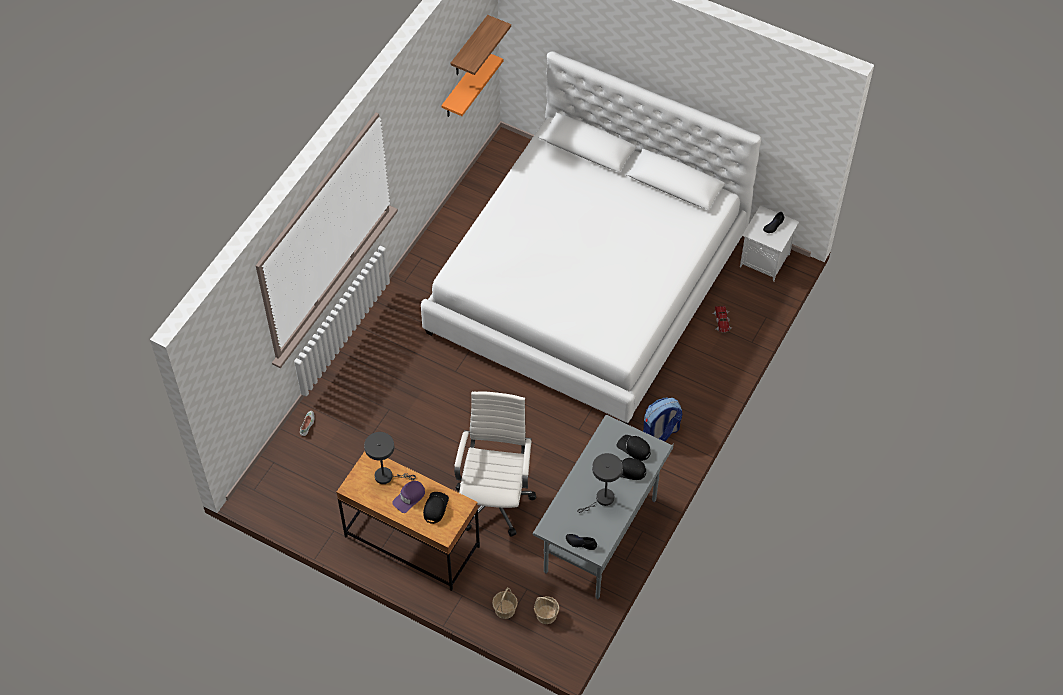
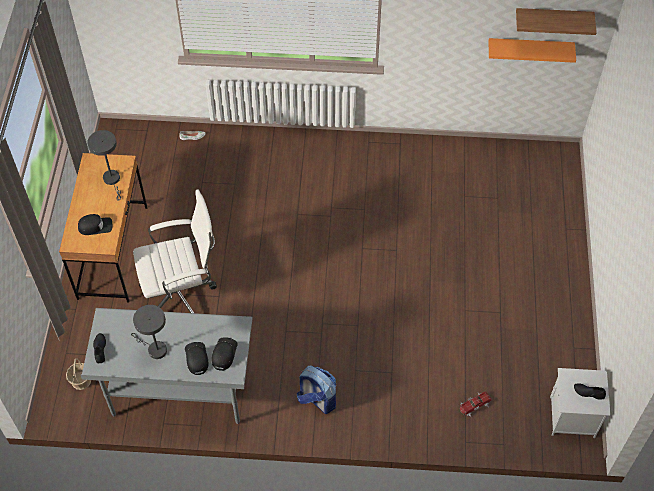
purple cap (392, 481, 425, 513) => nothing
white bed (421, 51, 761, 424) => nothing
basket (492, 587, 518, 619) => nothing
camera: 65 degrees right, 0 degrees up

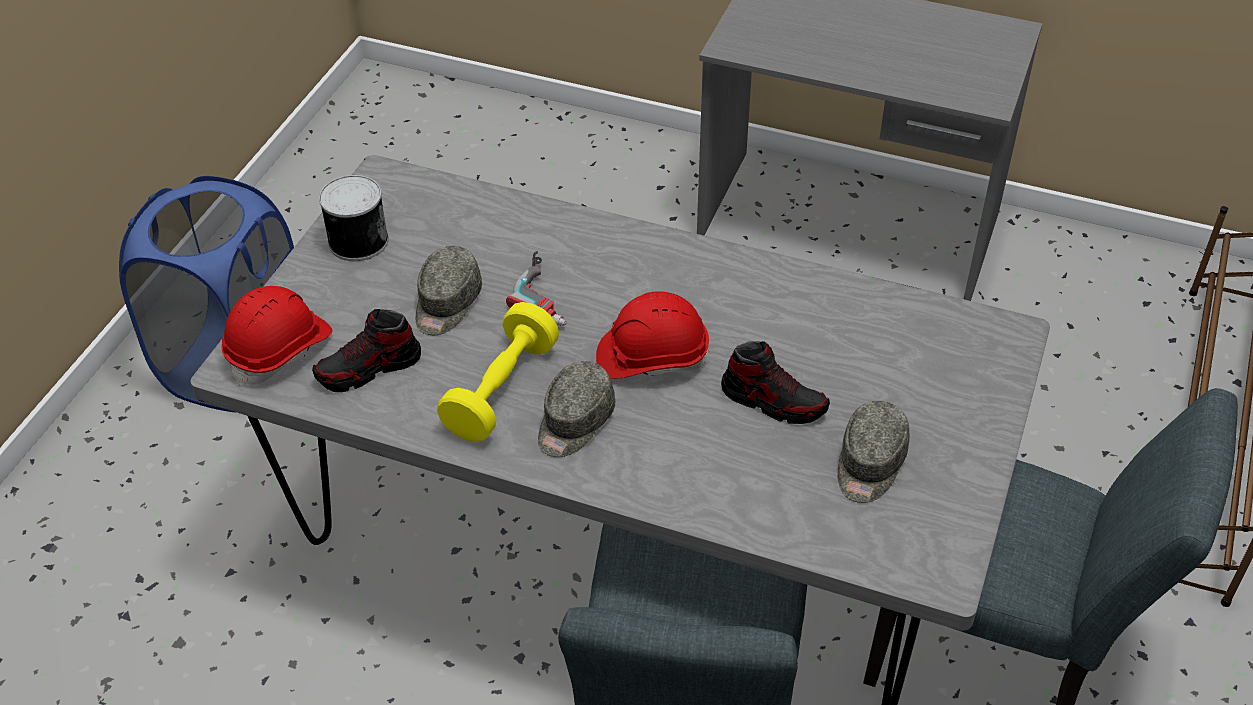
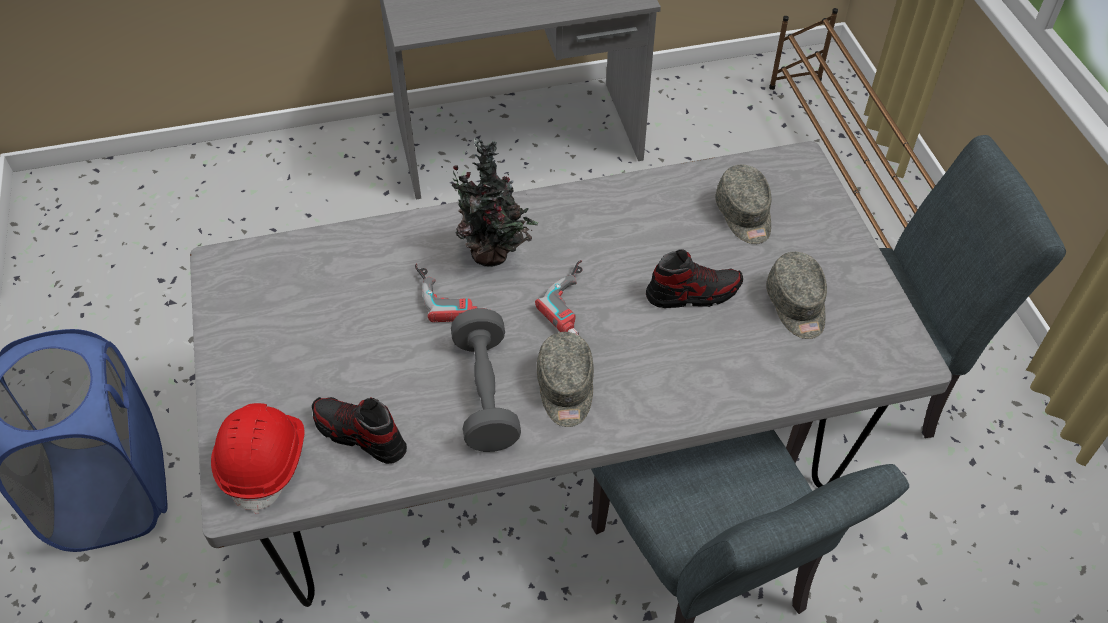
shoe (312, 309, 421, 392) => shoe (312, 397, 407, 464), 90 degrees clockwise
can (319, 175, 389, 261) => nothing
grey cap (416, 246, 482, 335) => grey cap (715, 164, 771, 244), shifted
yellow dumbbell (437, 302, 559, 442) => grey dumbbell (451, 308, 521, 452)
red hard hat (596, 291, 709, 379) => power drill (535, 260, 583, 335)
nothing => potted plant (442, 137, 538, 267)
camera: 35 degrees left, 5 degrees up

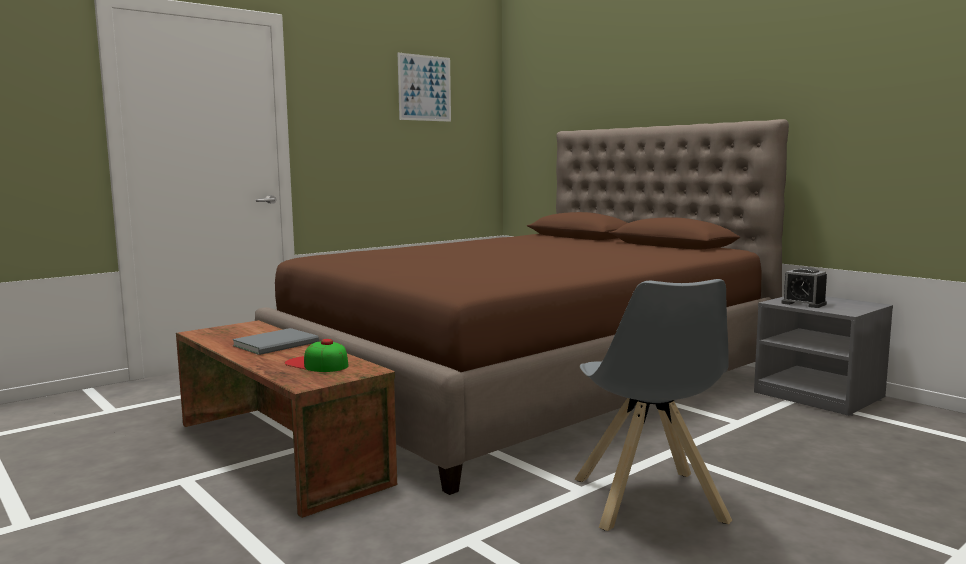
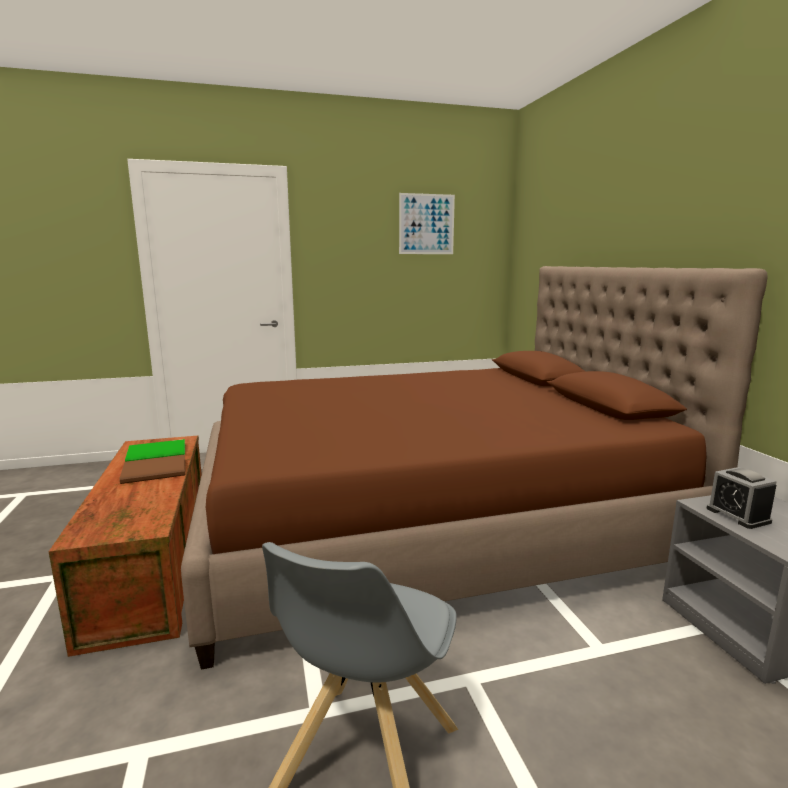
grey book (232, 328, 319, 355) => brown book (120, 454, 186, 484)
cap (285, 339, 349, 372) => nothing
nothing => green book (125, 439, 185, 462)
camera: 25 degrees right, 5 degrees up

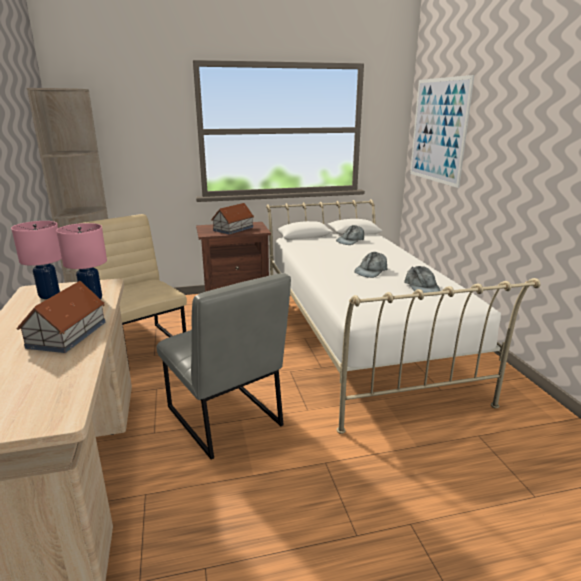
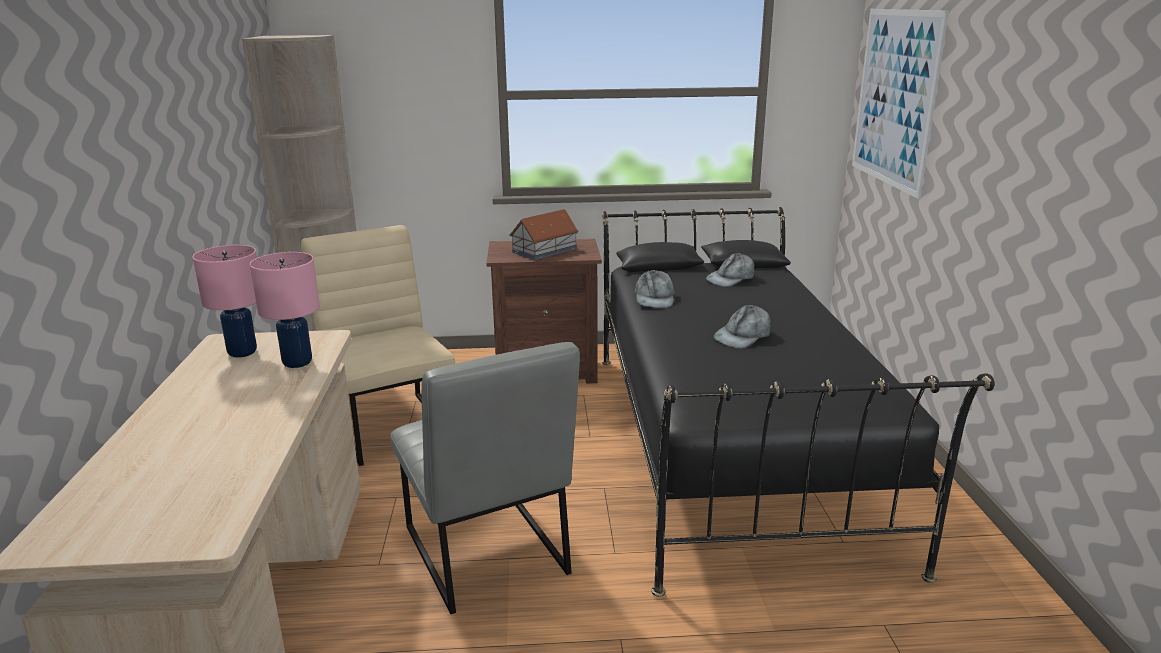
toy house (17, 281, 106, 353) => nothing
white bed (266, 199, 541, 434) => black bed (602, 207, 995, 597)
grey cap (404, 266, 440, 293) => grey cap (634, 270, 675, 308), shifted
camera: 10 degrees right, 0 degrees up

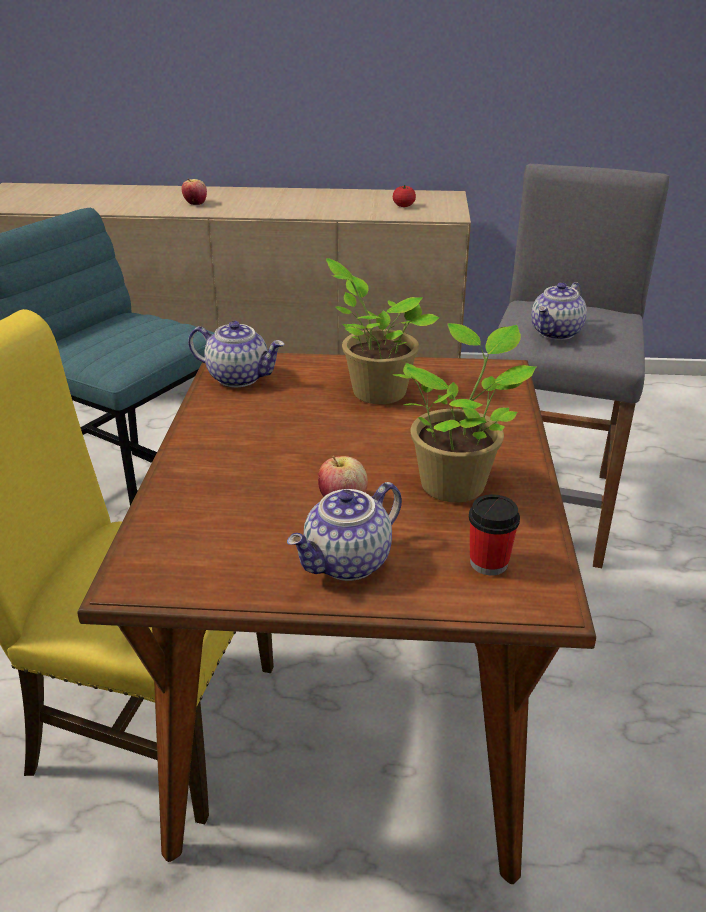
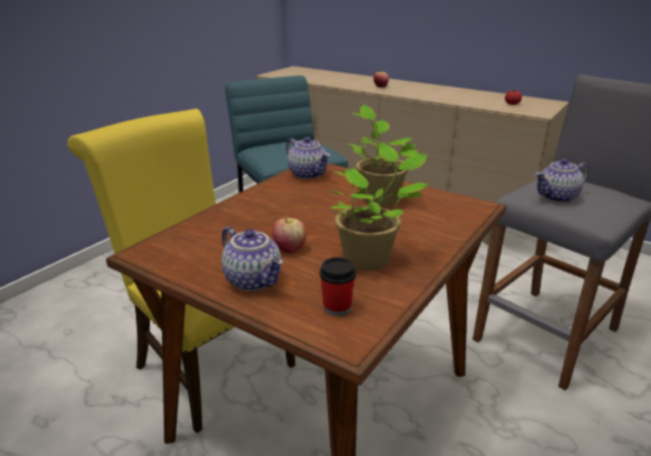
teapot (287, 482, 402, 581) => teapot (221, 226, 283, 291), 120 degrees counterclockwise
camera: 30 degrees right, 5 degrees down

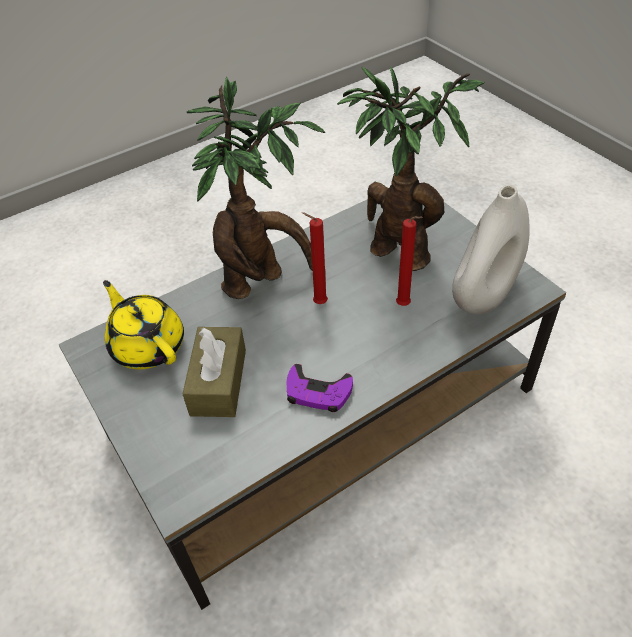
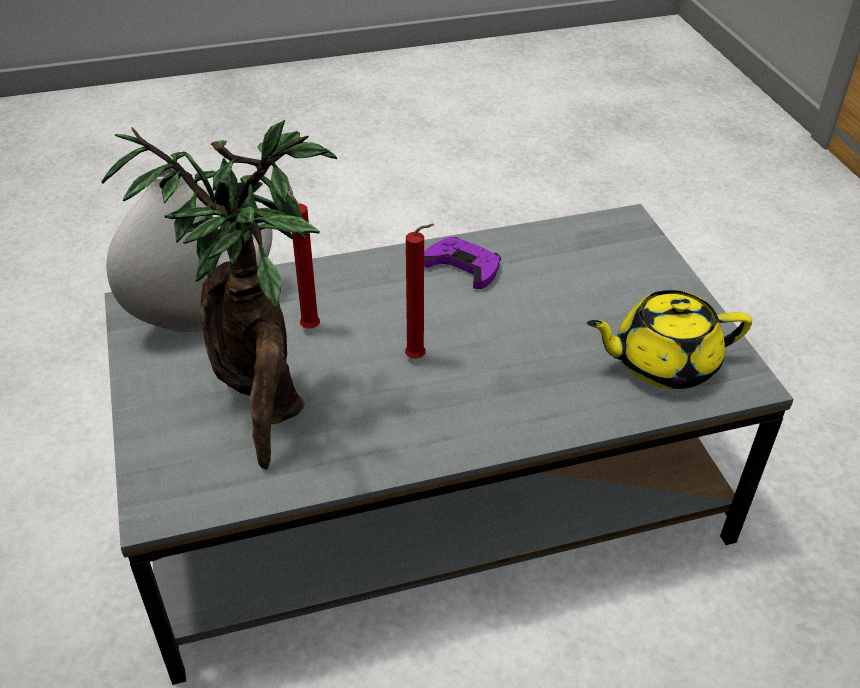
yellow teapot (103, 280, 184, 369) => yellow teapot (587, 290, 752, 389), 105 degrees clockwise
brown tissue box (183, 327, 246, 417) => nothing
potted plant (187, 77, 325, 299) => nothing
camera: 165 degrees left, 5 degrees down

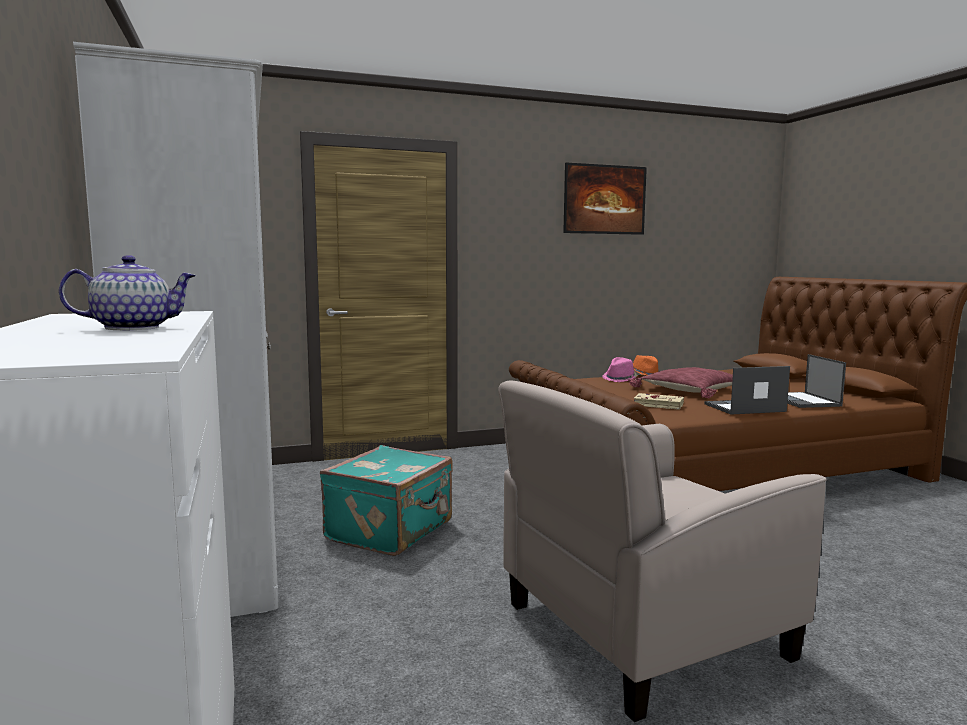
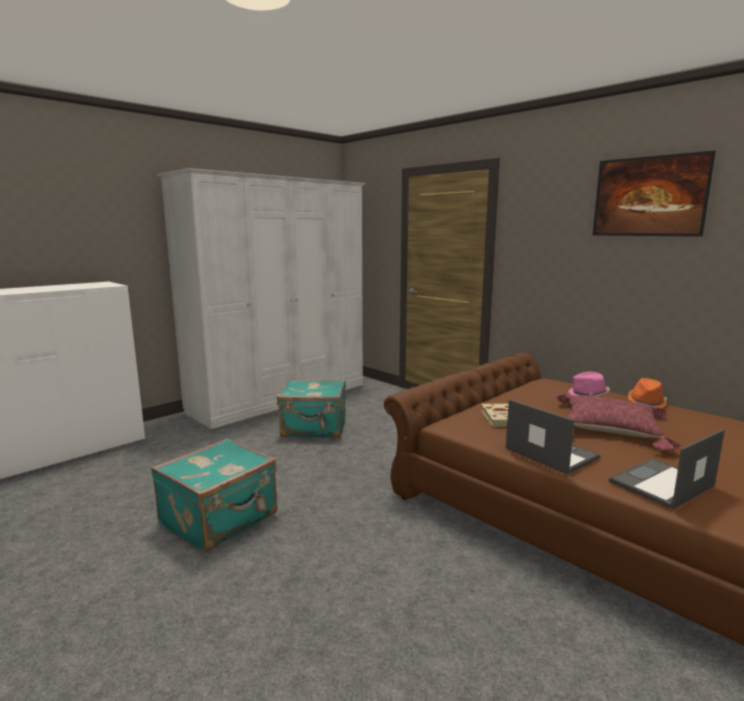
teapot (59, 255, 196, 330) => nothing
beige armchair (498, 380, 827, 722) => turquoise suitcase (151, 438, 278, 553)
camera: 65 degrees right, 5 degrees up

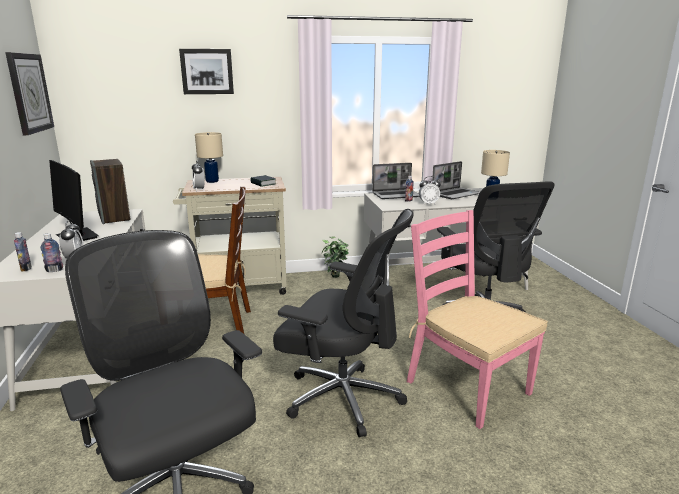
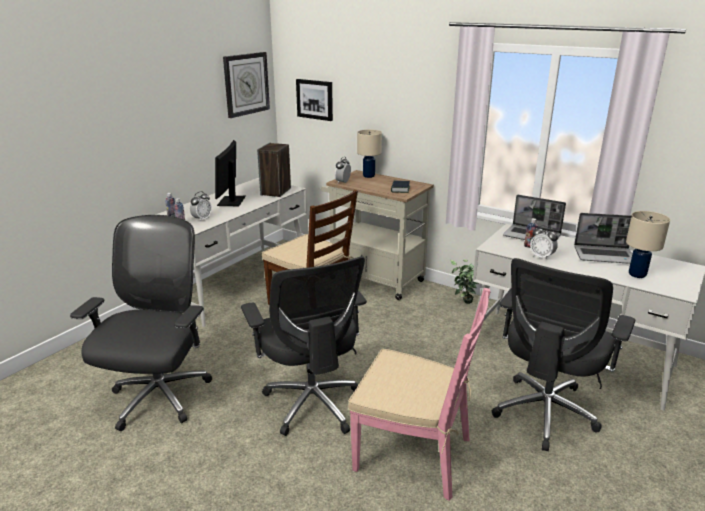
picture (179, 49, 234, 94) => picture (296, 79, 333, 121), shifted
pink chair (407, 210, 548, 429) => pink chair (348, 288, 491, 501), 105 degrees clockwise
camera: 45 degrees right, 5 degrees up

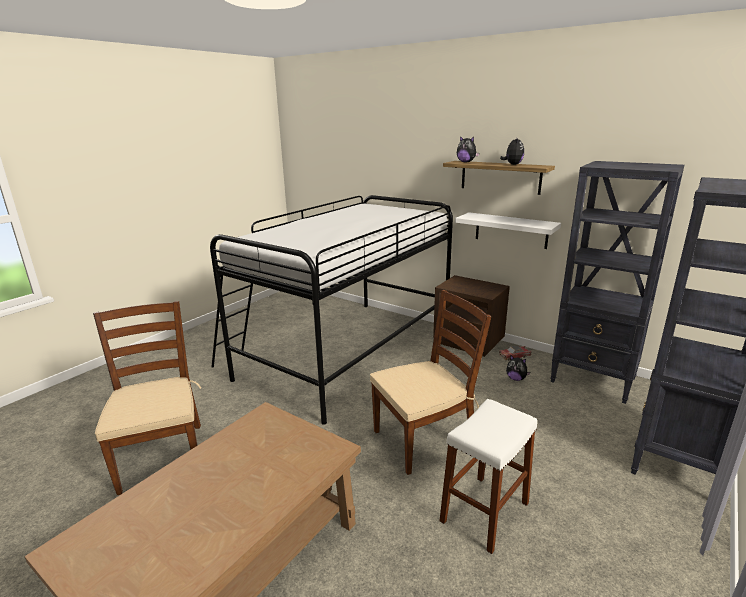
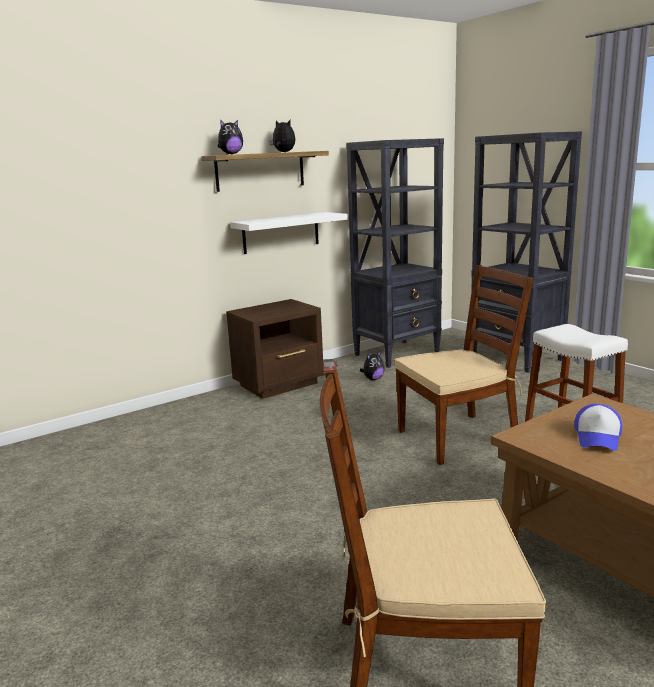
black bed (210, 195, 453, 425) => nothing
brown chair (370, 290, 491, 475) => brown chair (395, 265, 533, 465), 75 degrees clockwise
nothing => cap (574, 404, 623, 451)
camera: 70 degrees left, 5 degrees down

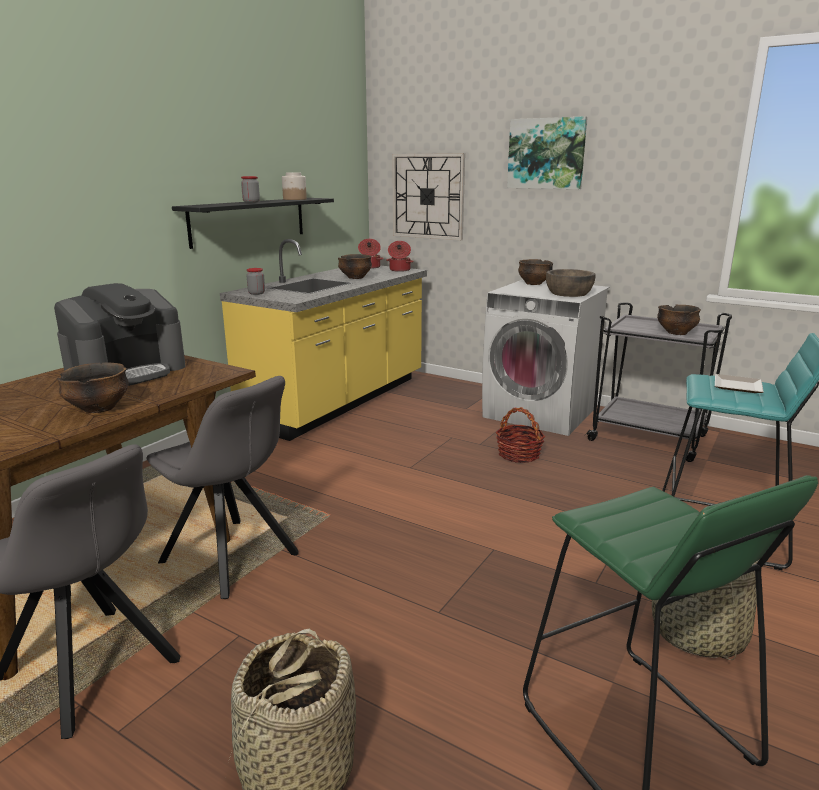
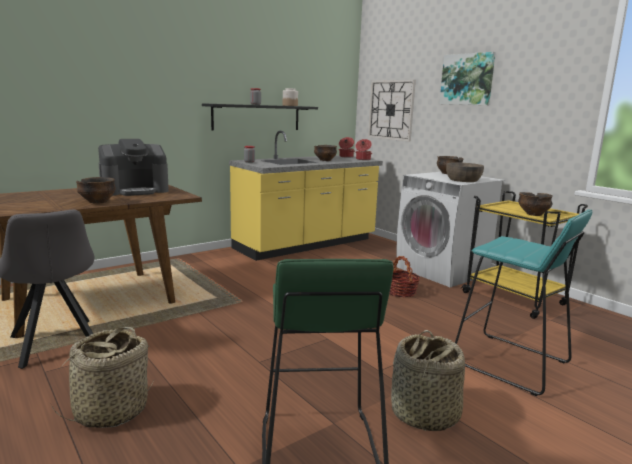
grey chair (146, 376, 299, 599) => nothing
grey cart (584, 303, 732, 462) => yellow cart (461, 191, 588, 319)
plate (715, 374, 764, 393) => nothing
camera: 20 degrees right, 5 degrees down

